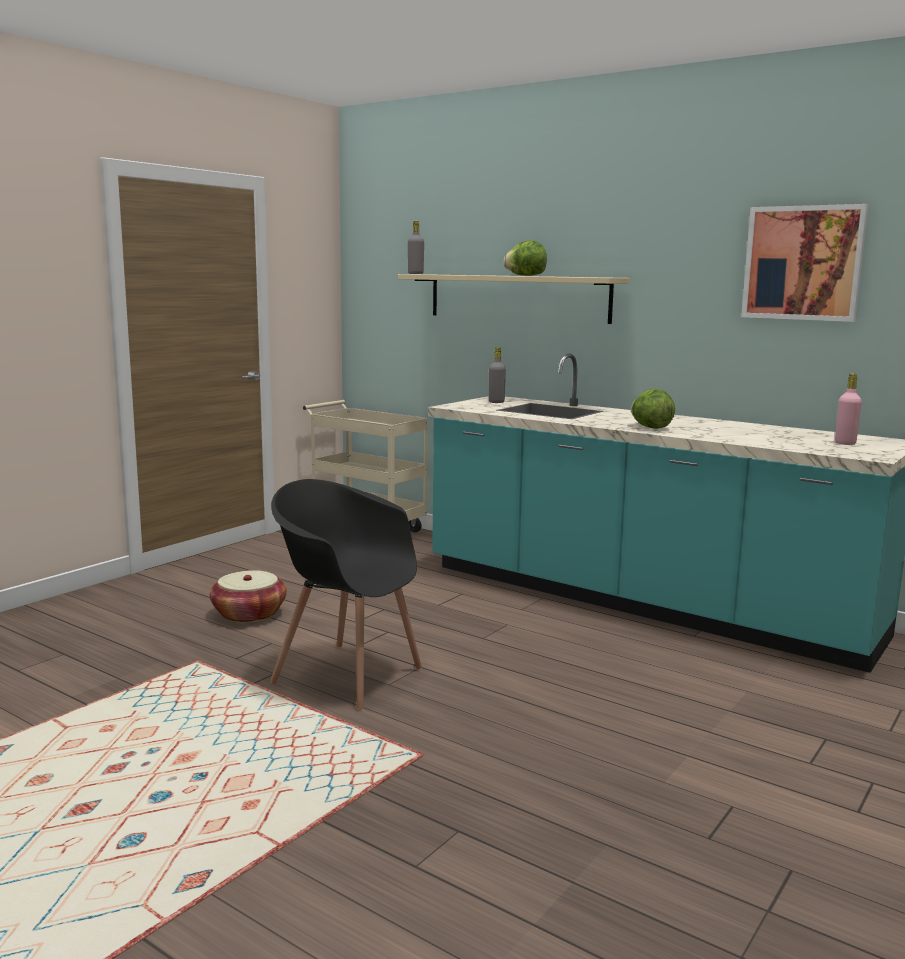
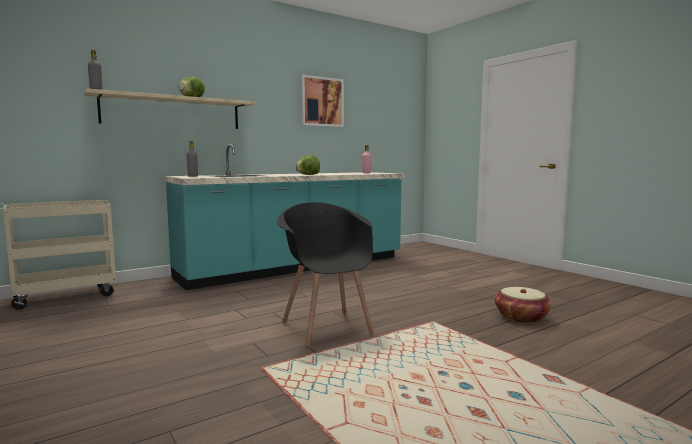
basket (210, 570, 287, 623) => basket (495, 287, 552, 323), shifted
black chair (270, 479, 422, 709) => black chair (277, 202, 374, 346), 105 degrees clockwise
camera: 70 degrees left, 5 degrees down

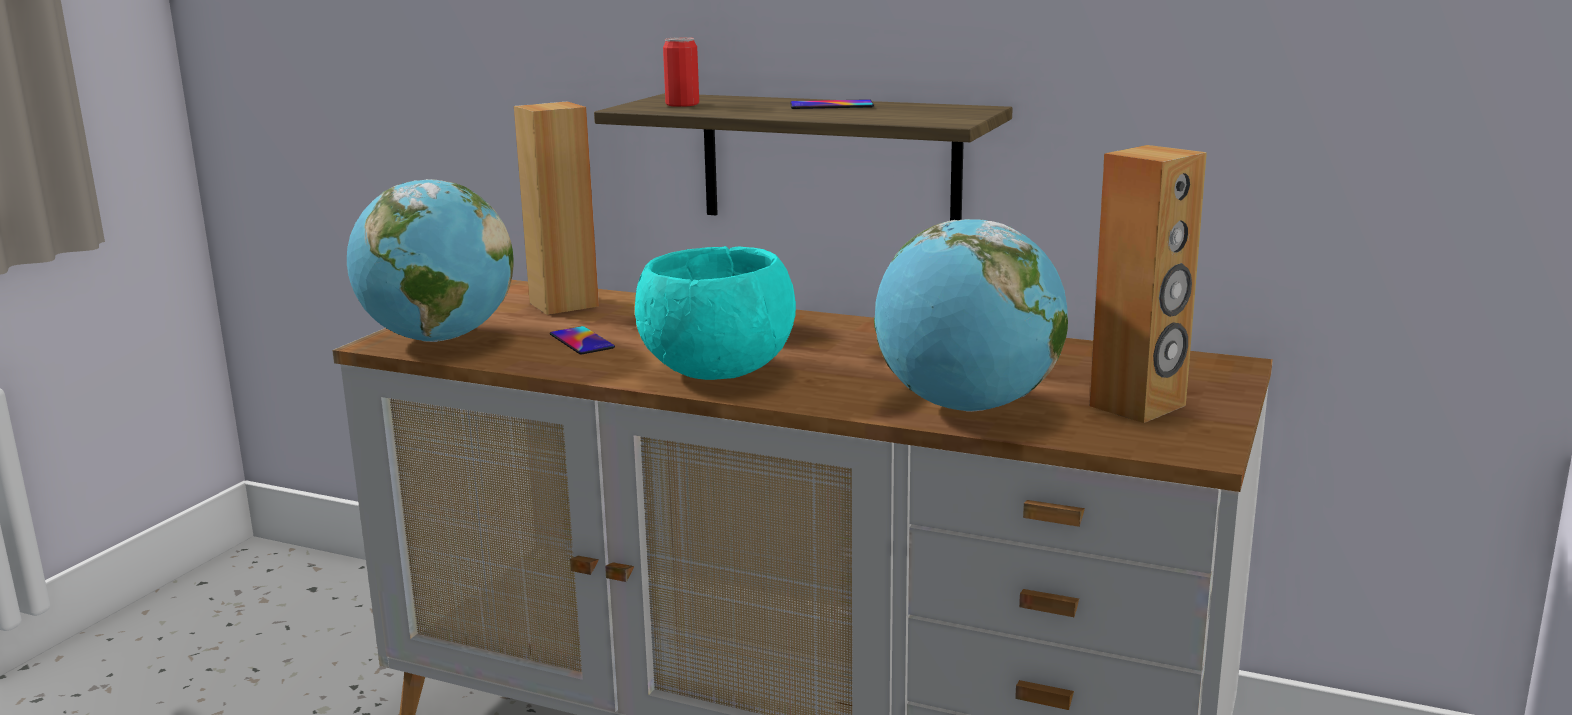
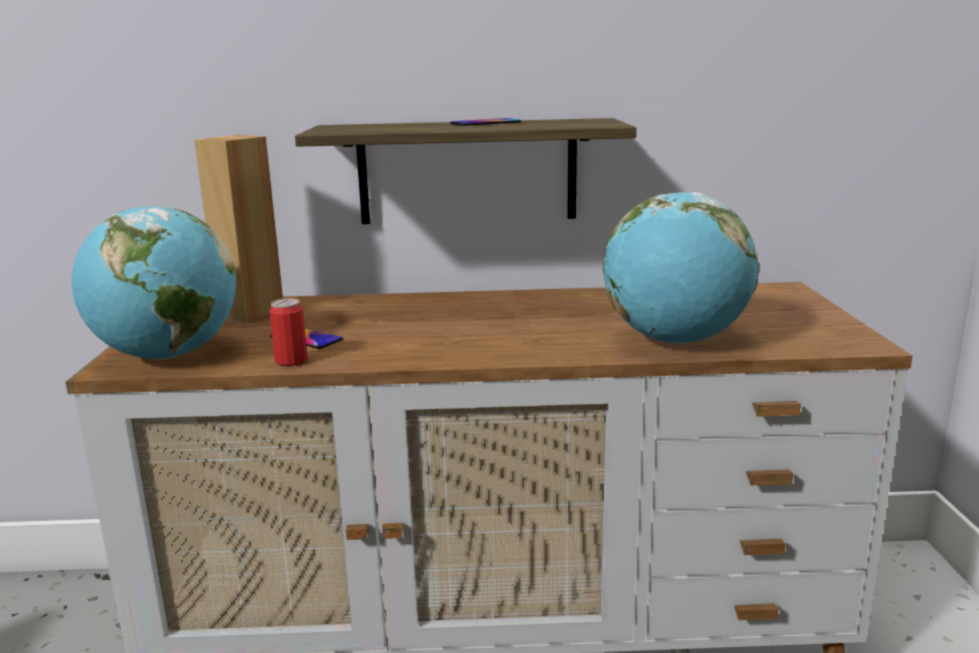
turquoise bowl (635, 246, 796, 380) => nothing
can (663, 37, 699, 107) => can (270, 298, 308, 366), shifted
brown speaker (1090, 145, 1207, 423) => nothing
camera: 25 degrees left, 0 degrees up

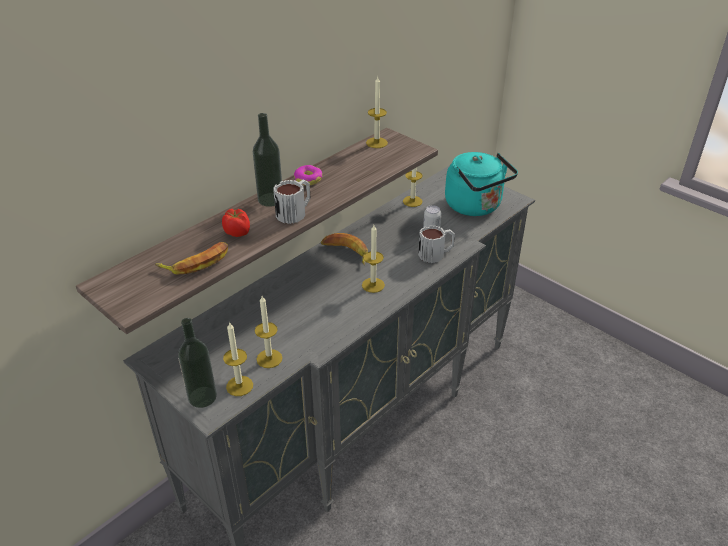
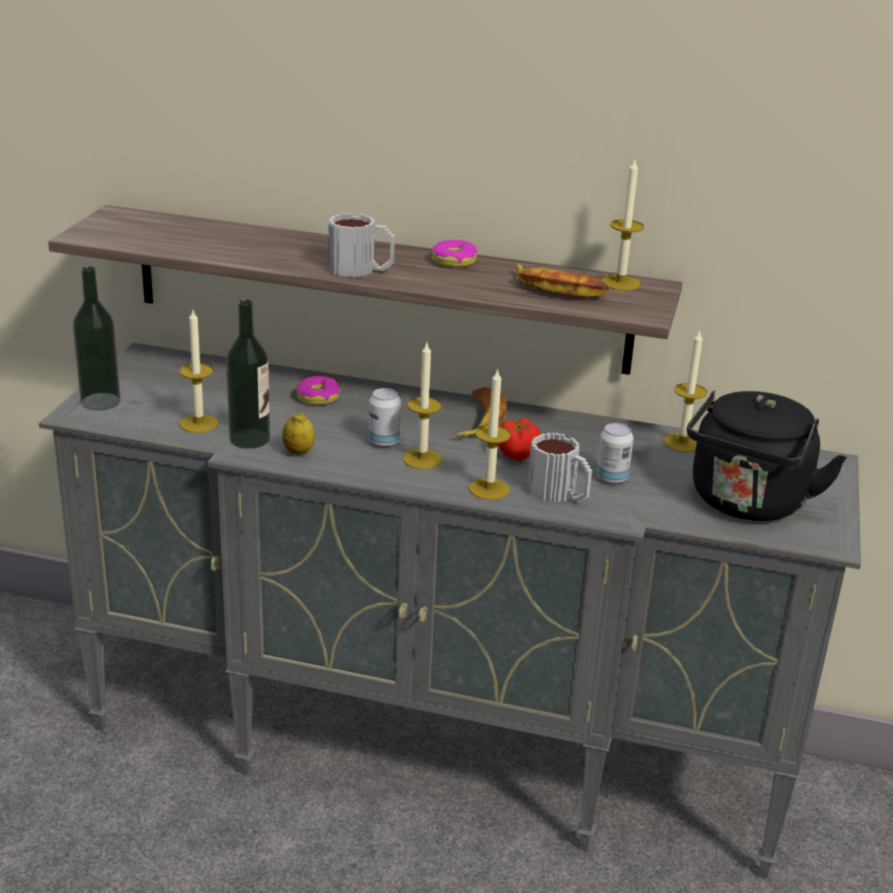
banana (155, 242, 228, 275) => banana (516, 263, 610, 298), shifted
tomato (222, 209, 250, 237) => tomato (498, 418, 541, 461), shifted
candle (223, 322, 253, 396) => candle (469, 368, 511, 500), shifted
bottle (253, 113, 282, 207) => bottle (226, 299, 270, 448), shifted
turquoise kettle (445, 152, 518, 216) => black kettle (687, 391, 847, 521)
nothing => lemon (282, 412, 315, 455)
nothing => donut (296, 376, 340, 405)
nothing => can (369, 388, 401, 447)
camera: 60 degrees right, 10 degrees down

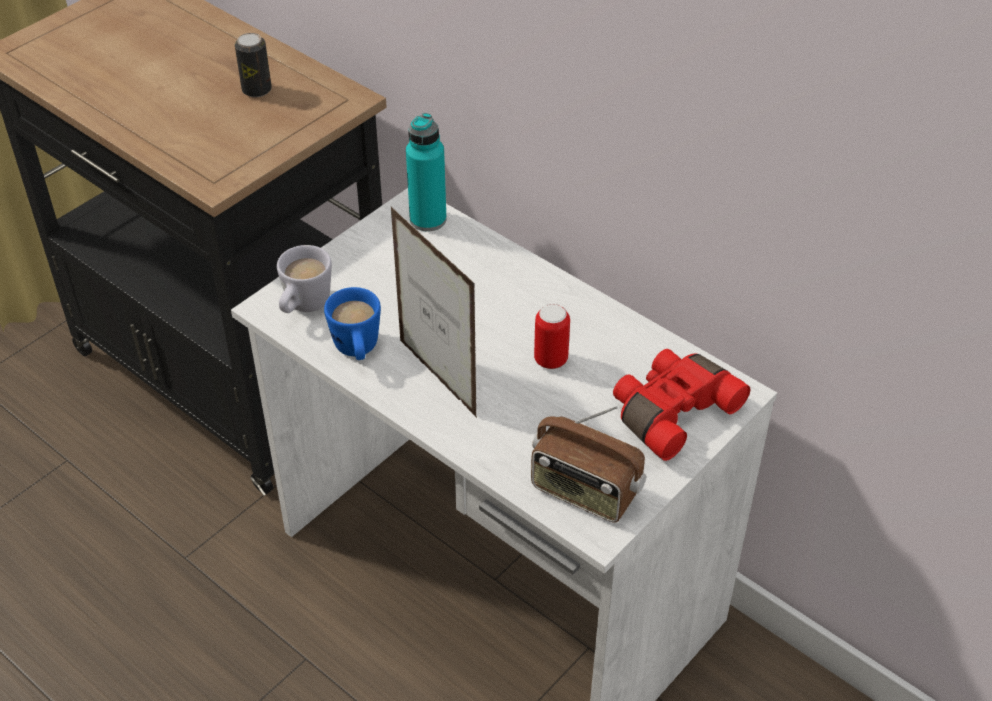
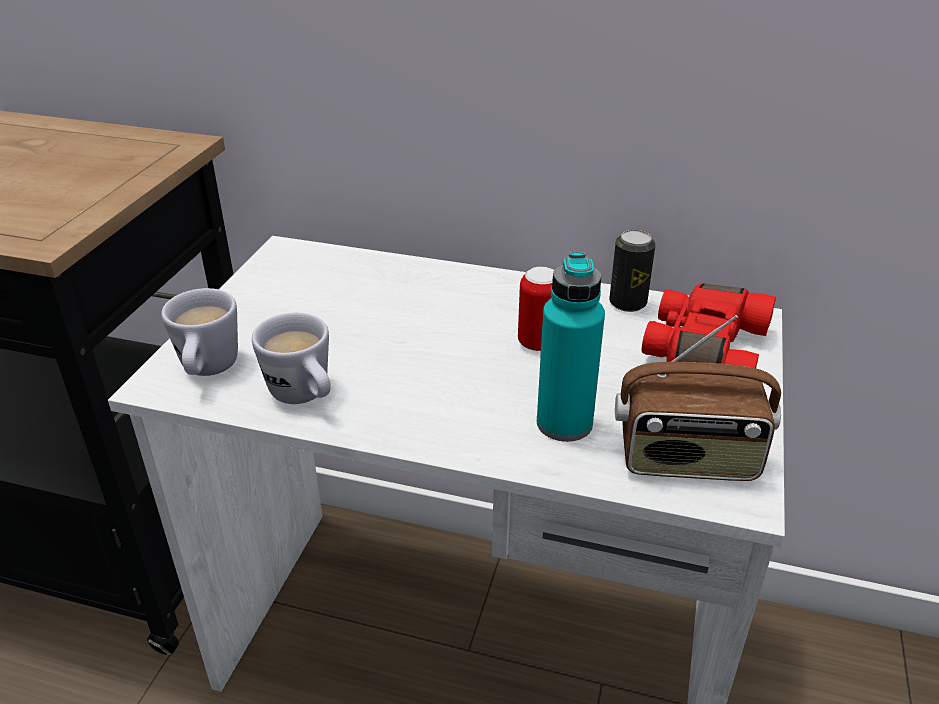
can (235, 33, 272, 97) => can (609, 230, 656, 312), shifted
blue mug (324, 287, 381, 360) => white mug (252, 313, 331, 404)
picture frame (391, 207, 477, 418) => nothing
turquoise bottle (406, 113, 447, 231) => turquoise bottle (537, 252, 605, 442), shifted
camera: 25 degrees left, 10 degrees down

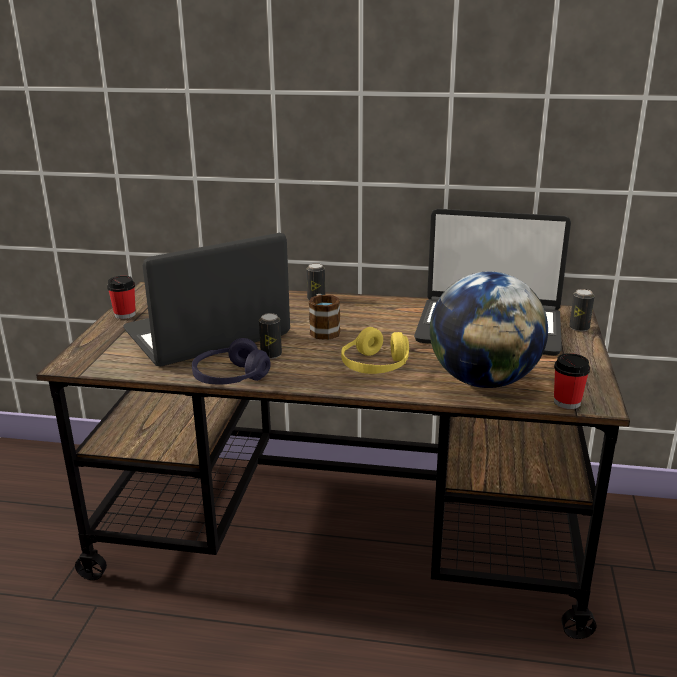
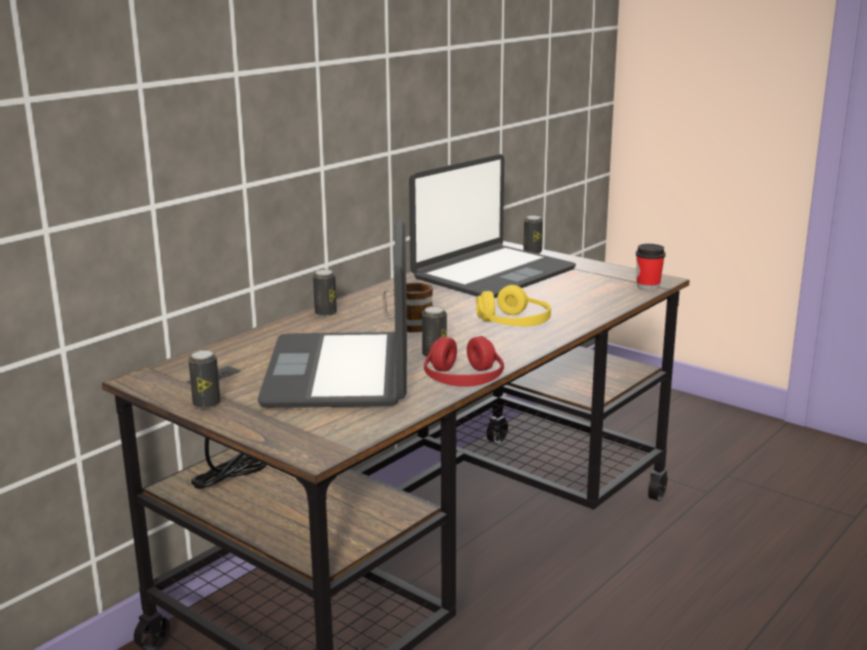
cup (107, 276, 136, 319) => can (188, 350, 221, 409)
purple headphones (192, 338, 271, 385) => red headphones (424, 336, 504, 387)
globe (430, 272, 548, 388) => nothing
camera: 60 degrees left, 5 degrees down

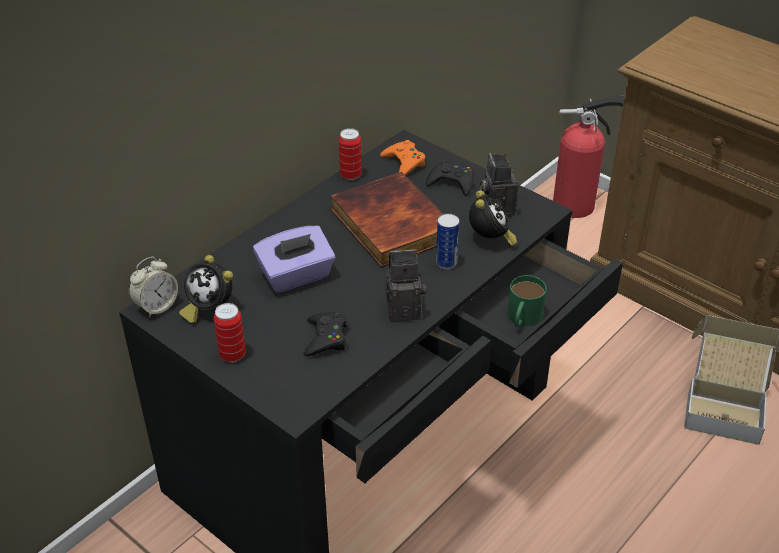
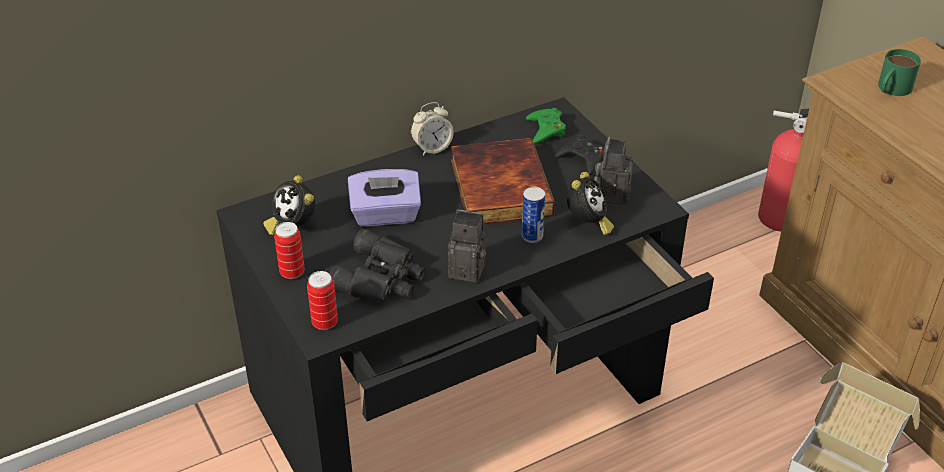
alarm clock (129, 257, 178, 318) => alarm clock (411, 102, 454, 156), shifted
black game controller (303, 312, 347, 356) => black binoculars (329, 228, 425, 303)
can (339, 128, 362, 180) => can (307, 271, 338, 330), shifted
orange game controller (380, 140, 425, 175) => green game controller (526, 108, 566, 144)
green mug (507, 275, 547, 327) => green mug (878, 49, 921, 96), shifted
camera: 20 degrees right, 0 degrees up

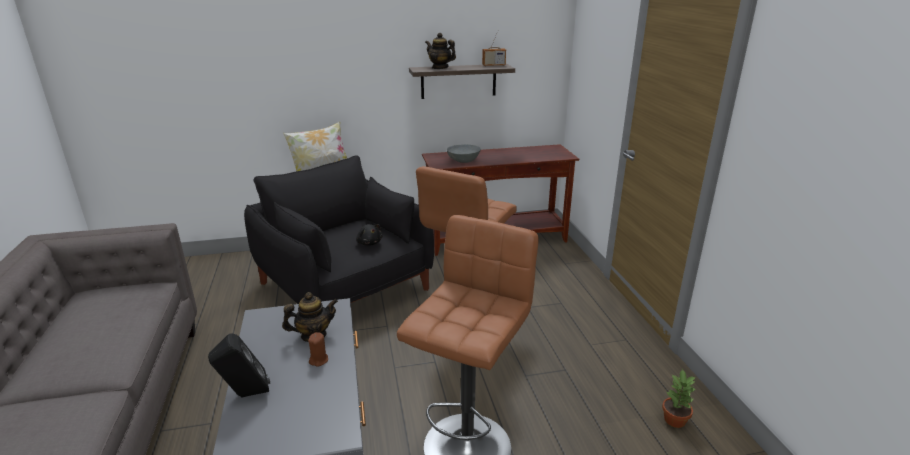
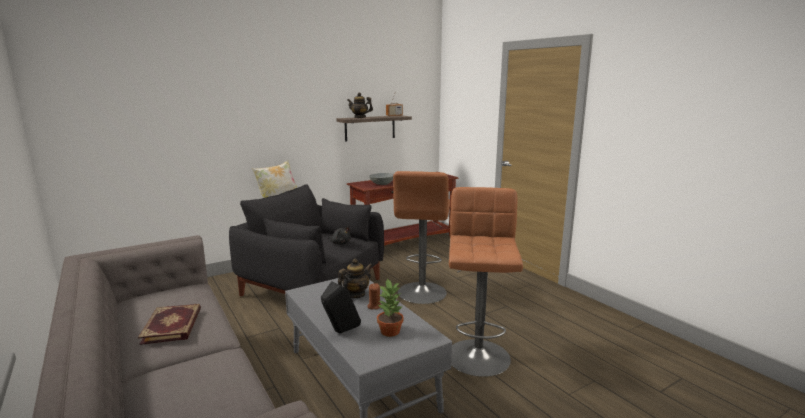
potted plant (662, 369, 696, 428) => potted plant (377, 278, 404, 337), shifted
nothing => book (138, 304, 201, 345)
camera: 20 degrees left, 10 degrees down

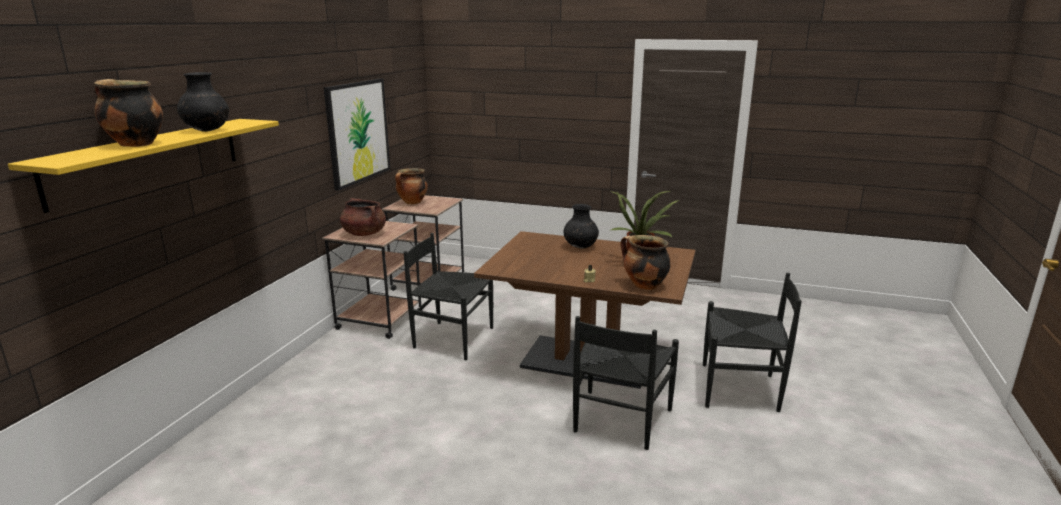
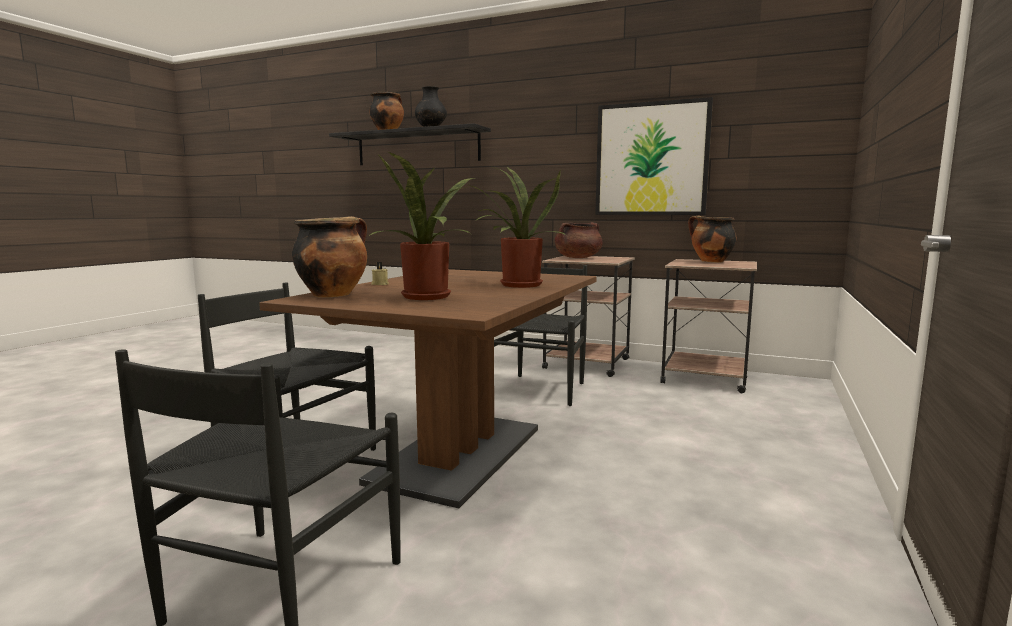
yellow shelf (8, 119, 279, 213) => black shelf (329, 123, 491, 165)
black vase (563, 204, 599, 248) => potted plant (468, 167, 566, 288)
camera: 95 degrees right, 10 degrees down

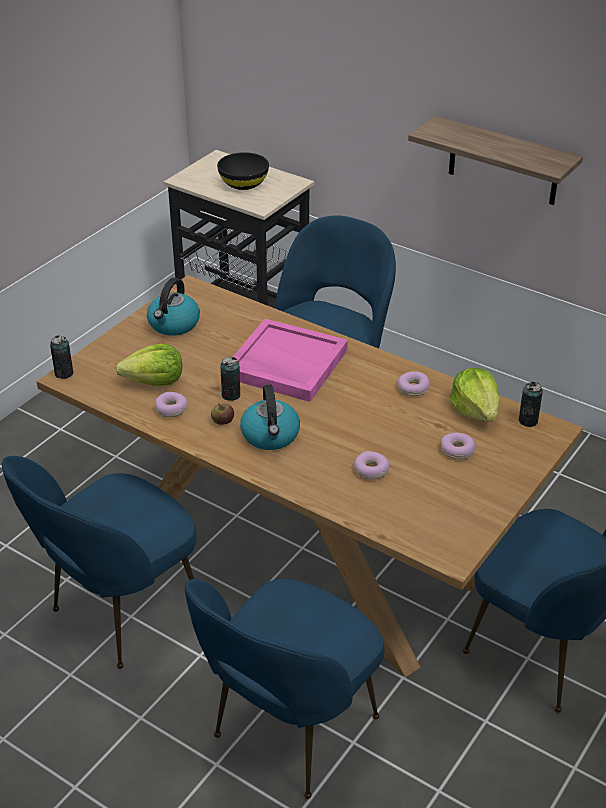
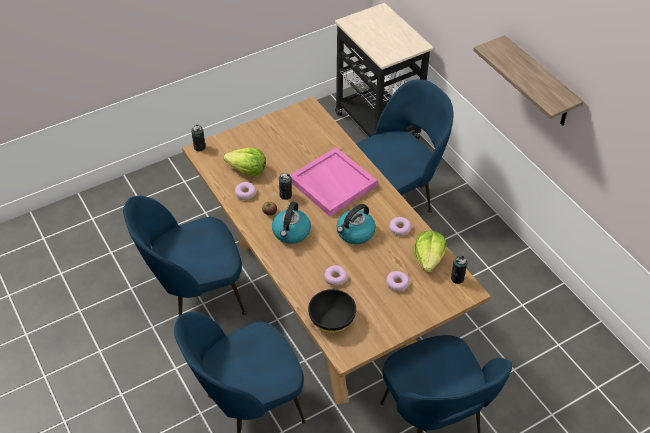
kettle (147, 278, 200, 336) => kettle (336, 204, 376, 244), shifted
black bowl (217, 152, 269, 190) => black bowl (308, 289, 356, 332), shifted
camera: 25 degrees right, 10 degrees up

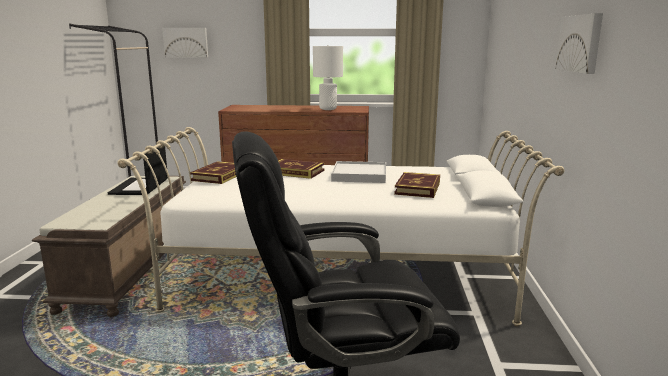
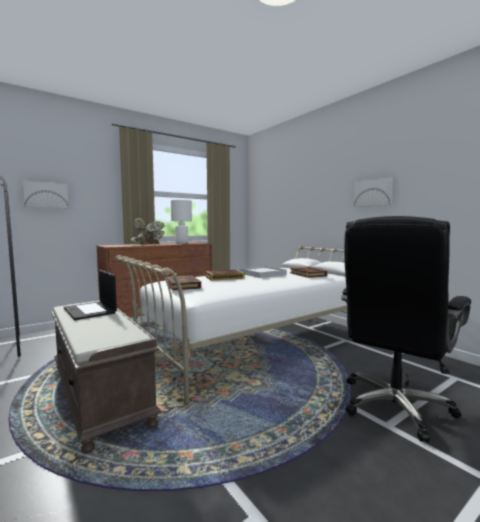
nothing => potted plant (131, 218, 165, 244)
camera: 40 degrees left, 10 degrees down

